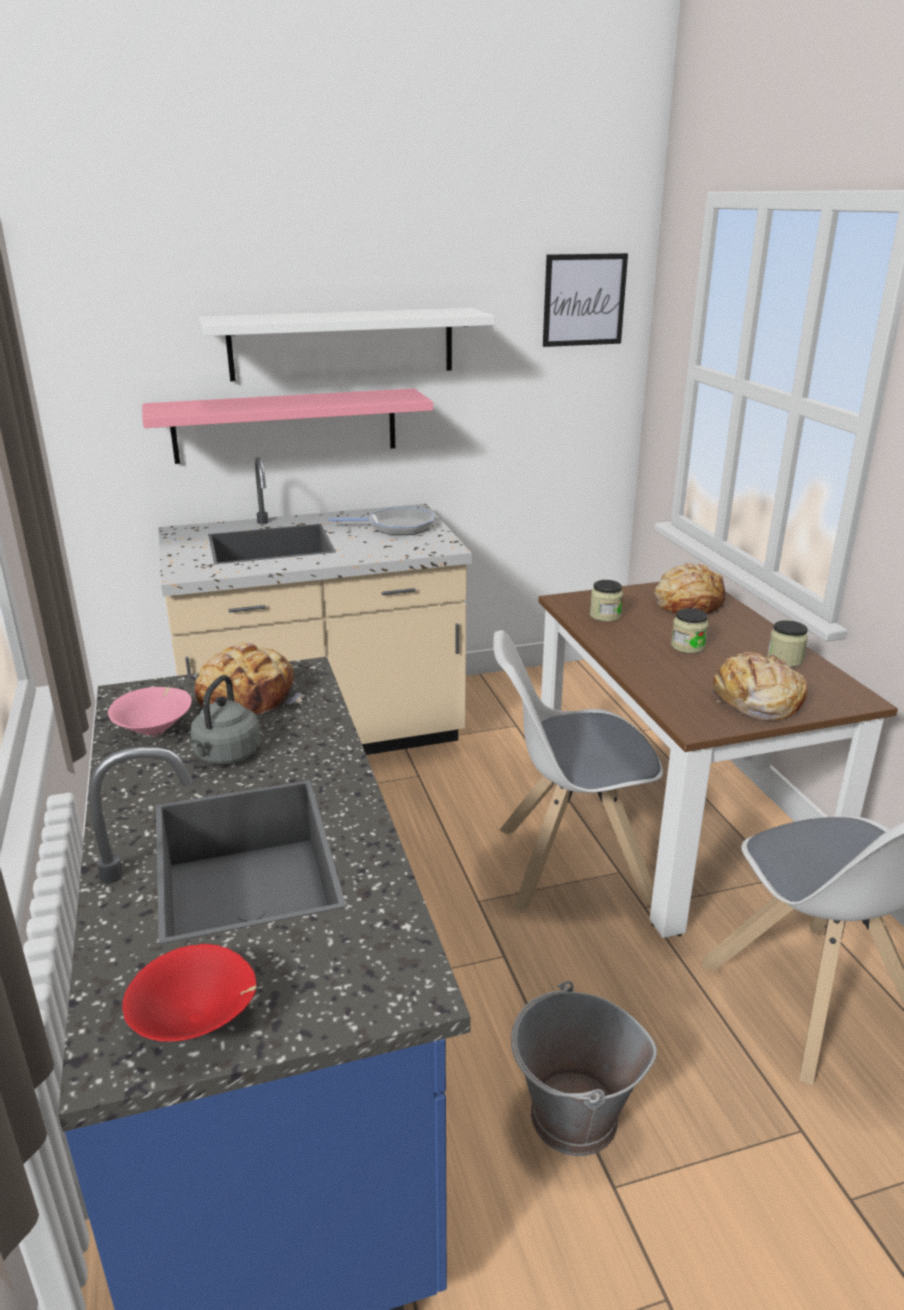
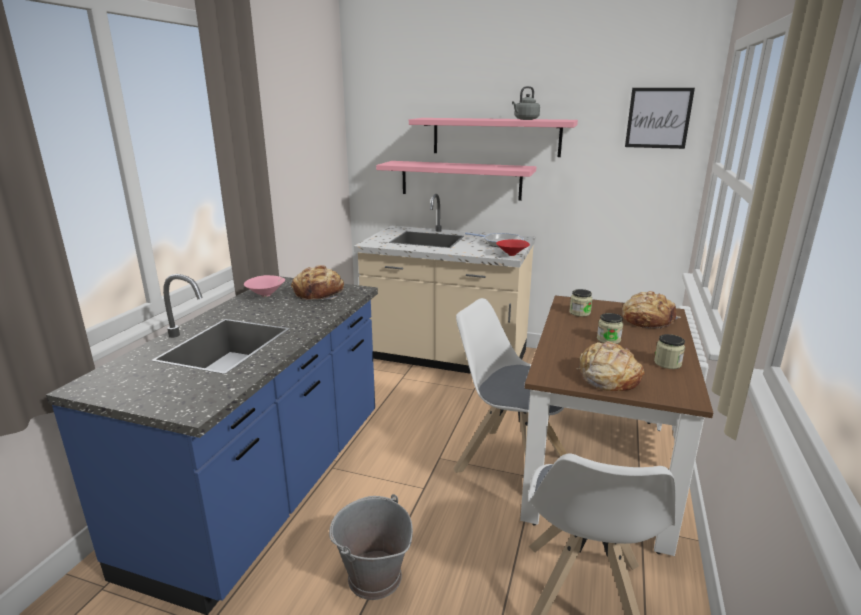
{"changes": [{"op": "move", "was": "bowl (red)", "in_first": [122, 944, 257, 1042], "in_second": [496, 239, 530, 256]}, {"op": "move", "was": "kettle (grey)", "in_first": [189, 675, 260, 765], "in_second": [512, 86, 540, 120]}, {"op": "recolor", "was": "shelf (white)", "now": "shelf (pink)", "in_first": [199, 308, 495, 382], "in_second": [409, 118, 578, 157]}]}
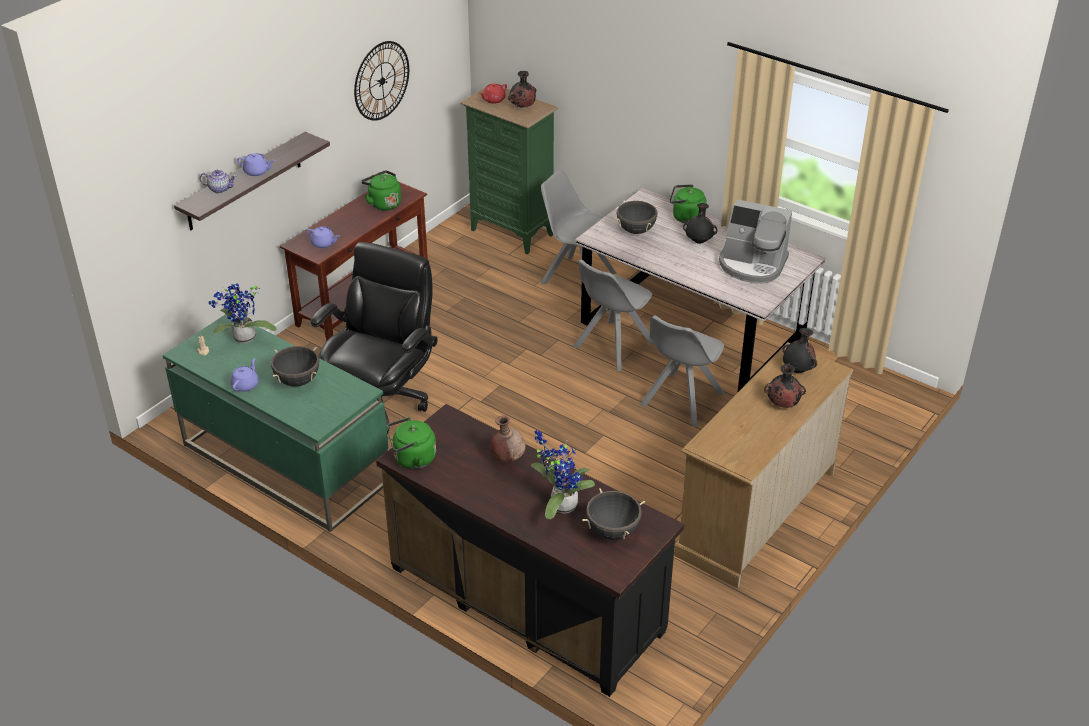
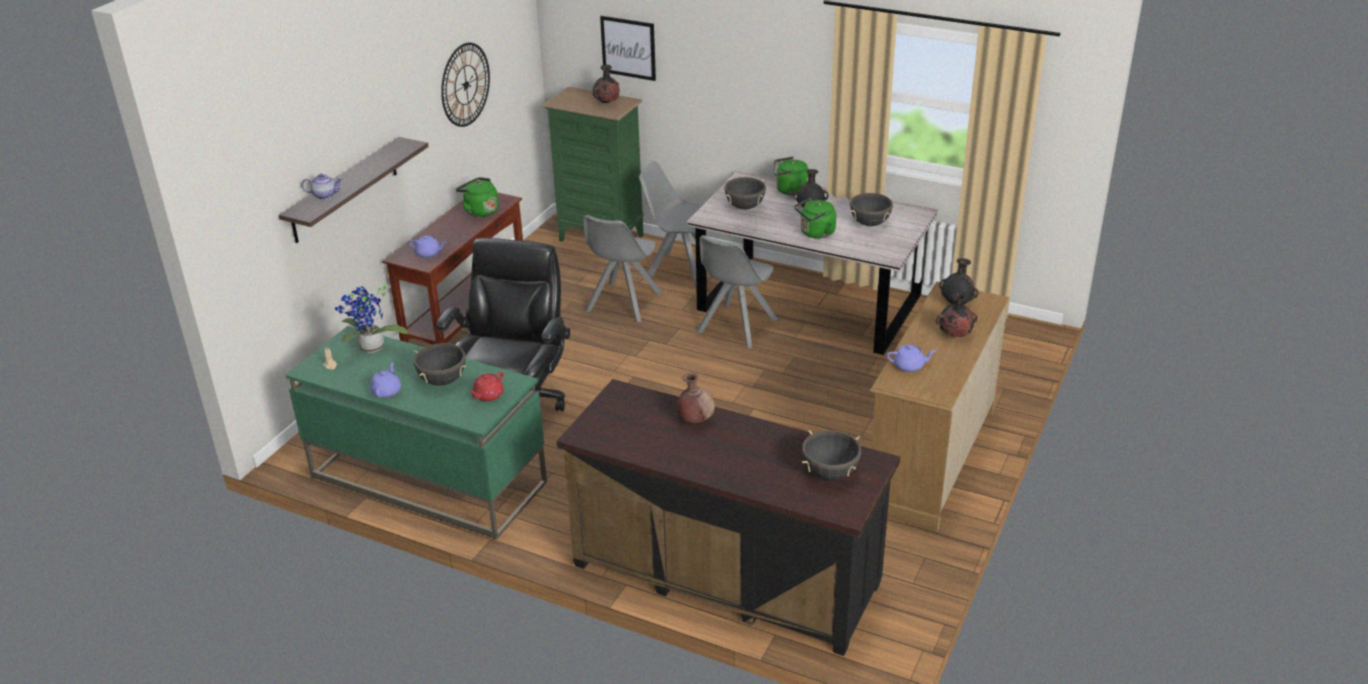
{"changes": [{"op": "delete", "was": "potted plant", "in_first": [531, 430, 595, 519]}, {"op": "insert", "now": "picture", "in_second": [600, 16, 656, 81]}, {"op": "move", "was": "teapot (purple)", "in_first": [237, 153, 275, 176], "in_second": [887, 344, 936, 372]}, {"op": "move", "was": "kettle (green)", "in_first": [387, 417, 436, 469], "in_second": [794, 198, 836, 239]}, {"op": "move", "was": "teapot (red)", "in_first": [479, 84, 507, 104], "in_second": [469, 372, 504, 401]}, {"op": "move", "was": "chair (grey)", "in_first": [640, 316, 724, 427], "in_second": [583, 215, 662, 323]}, {"op": "replace", "was": "coffee machine", "now": "cooking pot (black)", "in_first": [719, 199, 792, 284], "in_second": [850, 193, 893, 226]}]}
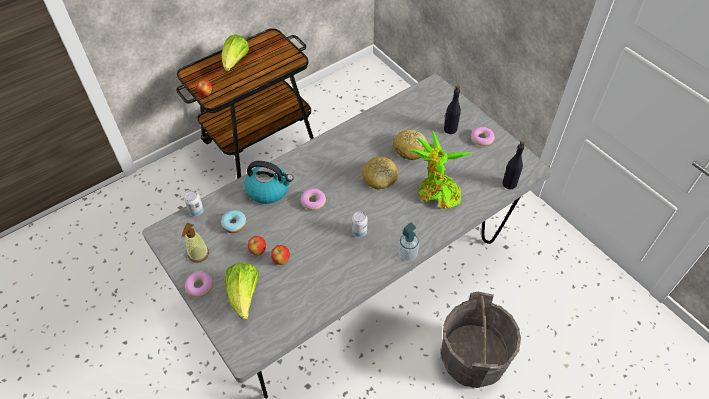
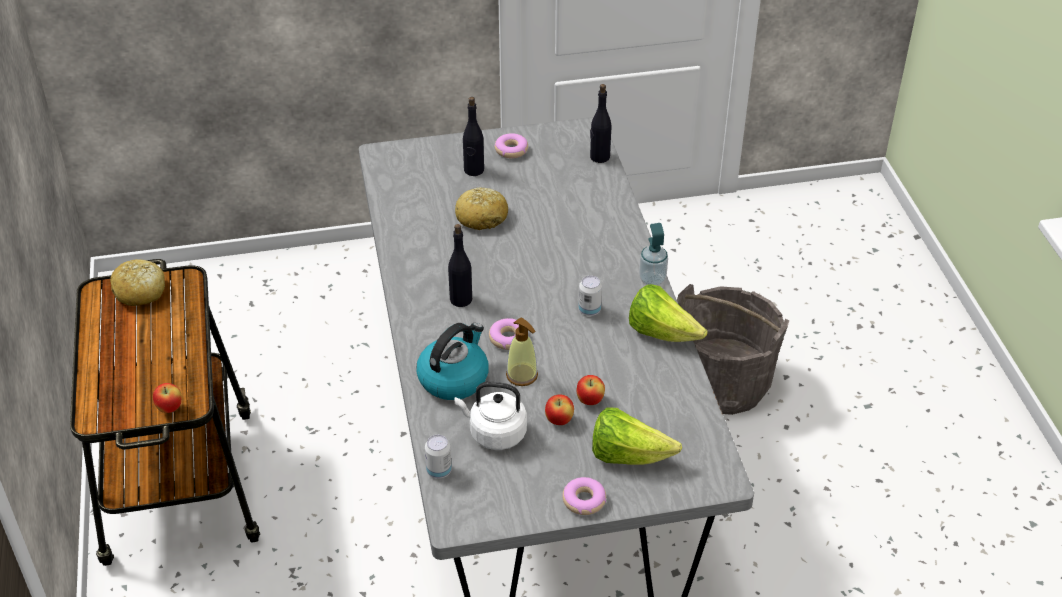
{"changes": [{"op": "delete", "was": "potted plant", "in_first": [408, 131, 473, 209]}, {"op": "insert", "now": "bottle (black)", "in_second": [448, 224, 472, 307]}, {"op": "move", "was": "soap dispenser", "in_first": [182, 223, 209, 263], "in_second": [506, 318, 538, 386]}, {"op": "move", "was": "lettuce", "in_first": [222, 34, 249, 71], "in_second": [629, 284, 708, 342]}, {"op": "move", "was": "bread", "in_first": [362, 156, 399, 189], "in_second": [110, 259, 165, 306]}, {"op": "replace", "was": "donut", "now": "kettle (white)", "in_first": [221, 210, 247, 233], "in_second": [455, 382, 527, 450]}]}
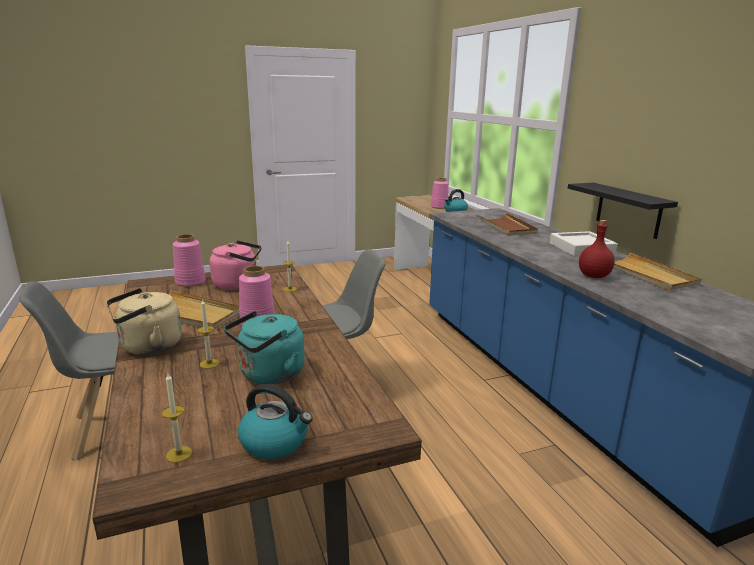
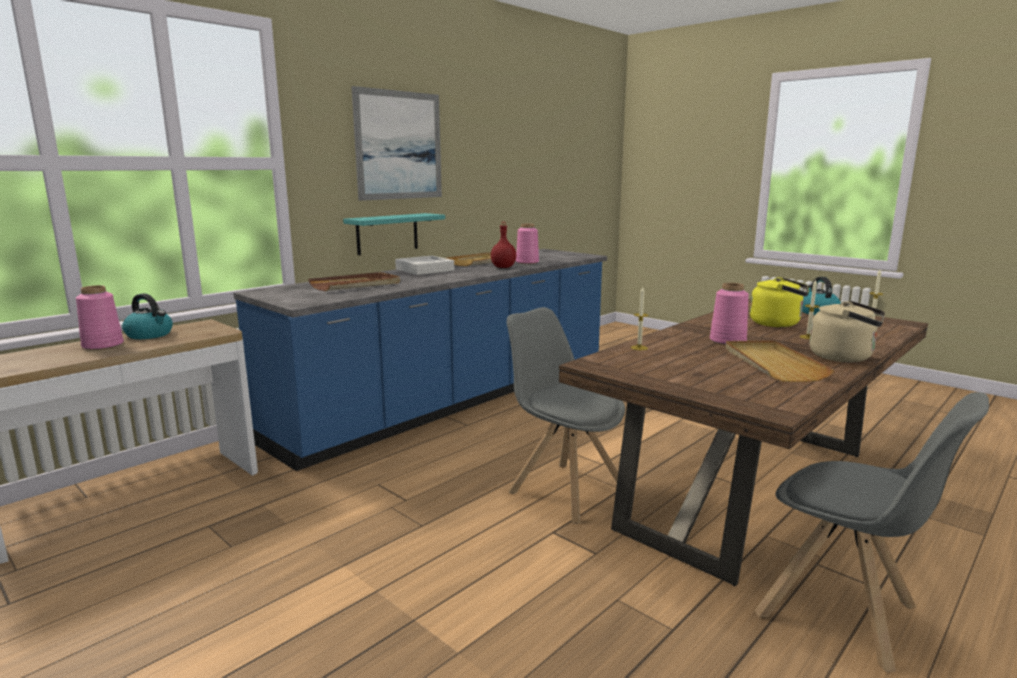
{"changes": [{"op": "delete", "was": "kettle (pink)", "in_first": [210, 240, 262, 290]}, {"op": "insert", "now": "picture", "in_second": [351, 86, 442, 201]}, {"op": "move", "was": "vase (pink)", "in_first": [173, 234, 206, 287], "in_second": [516, 224, 539, 264]}, {"op": "recolor", "was": "kettle (turquoise)", "now": "kettle (yellow)", "in_first": [224, 311, 304, 384], "in_second": [750, 277, 809, 327]}, {"op": "recolor", "was": "shelf (black)", "now": "shelf (turquoise)", "in_first": [568, 183, 678, 239], "in_second": [343, 213, 445, 255]}]}
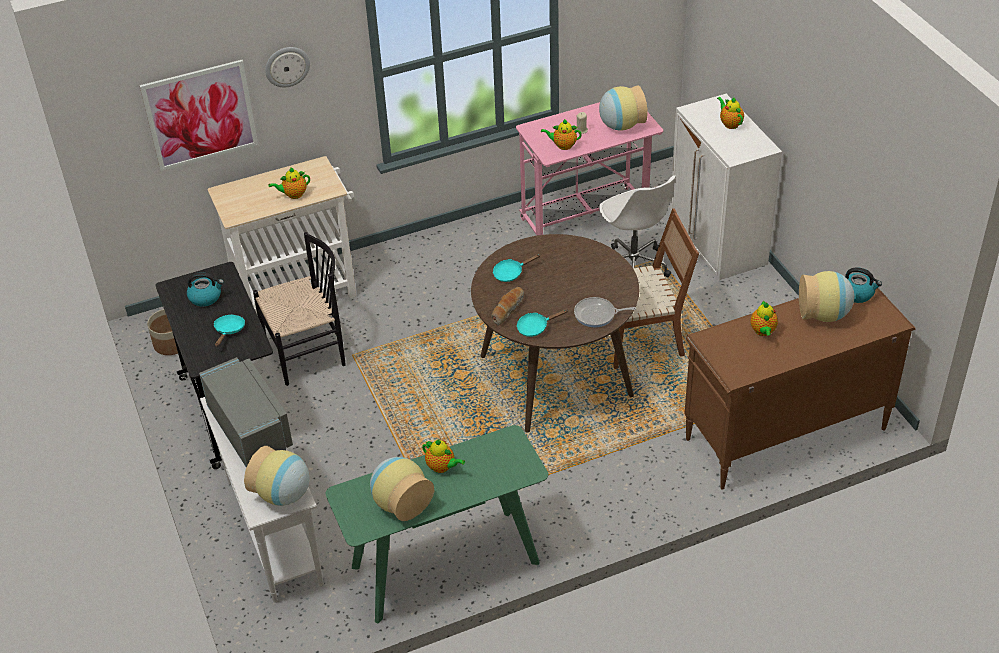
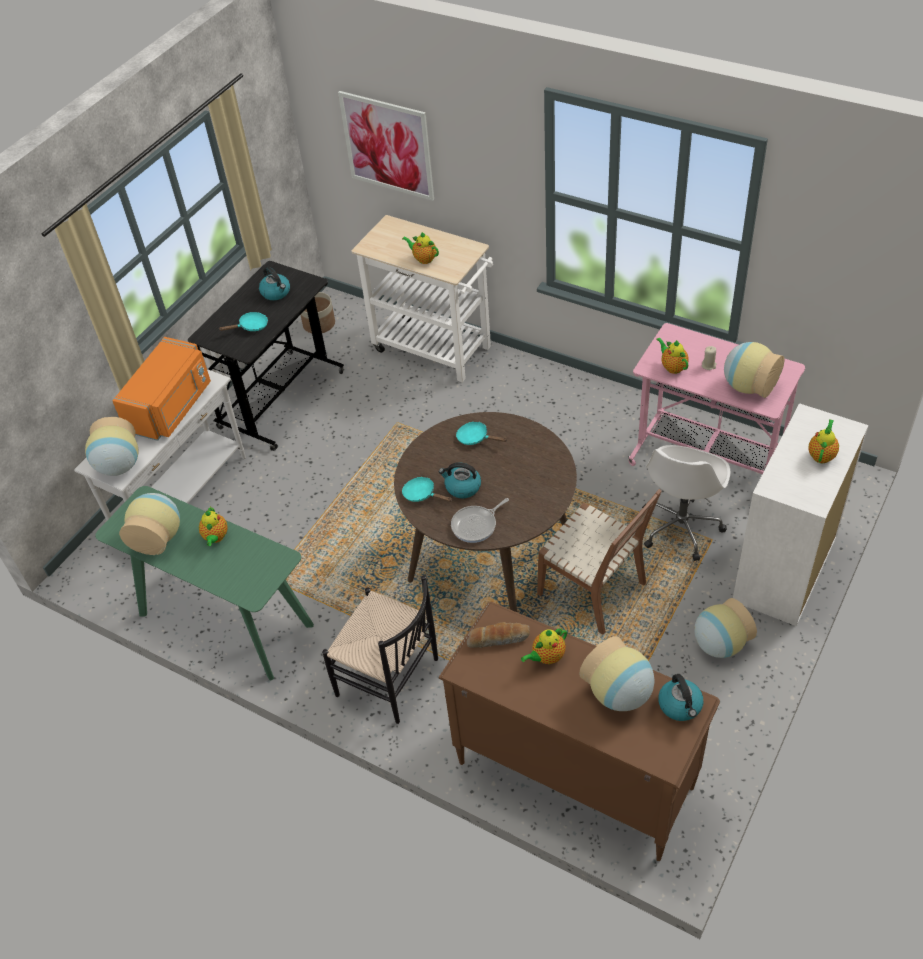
{"changes": [{"op": "delete", "was": "wall clock", "in_first": [265, 47, 310, 87]}, {"op": "insert", "now": "kettle", "in_second": [439, 462, 481, 498]}, {"op": "insert", "now": "vase", "in_second": [694, 598, 757, 658]}, {"op": "move", "was": "chair (black)", "in_first": [253, 232, 346, 386], "in_second": [322, 575, 438, 724]}, {"op": "move", "was": "bread", "in_first": [491, 287, 524, 326], "in_second": [467, 622, 530, 648]}, {"op": "recolor", "was": "microwave (grey)", "now": "microwave (orange)", "in_first": [199, 357, 293, 467], "in_second": [112, 337, 211, 441]}, {"op": "rotate", "was": "frying pan", "in_first": [574, 297, 636, 327], "in_second": [451, 498, 509, 543], "clockwise": -90}]}
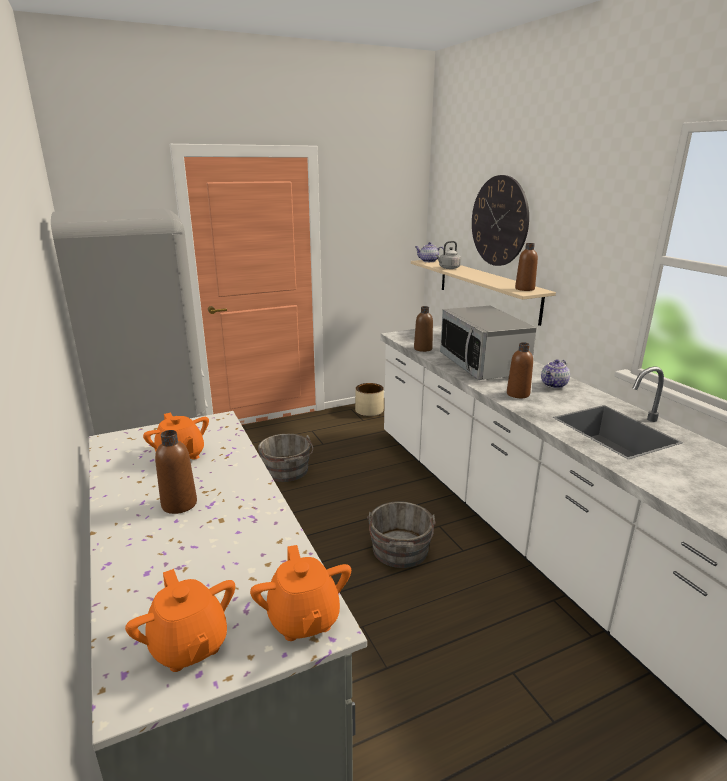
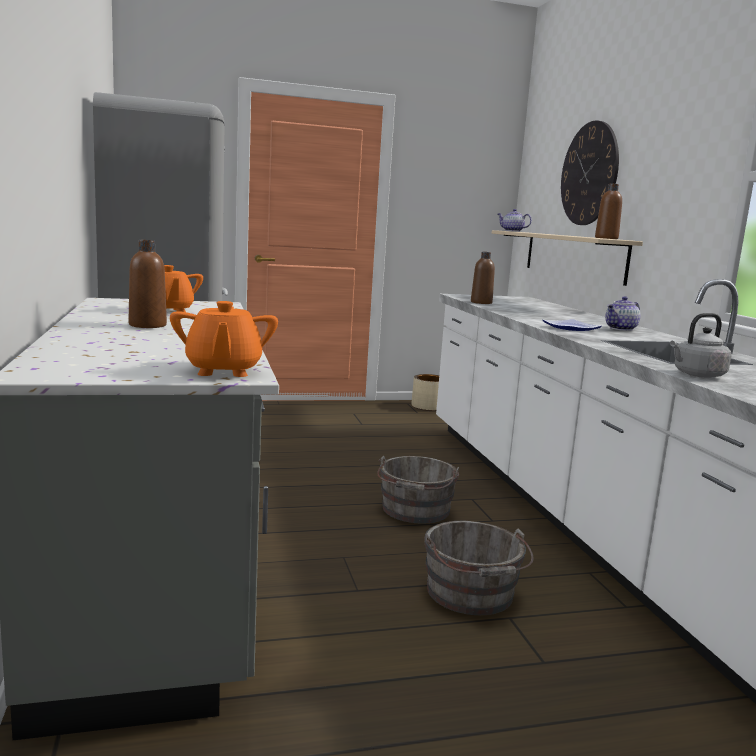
{"changes": [{"op": "delete", "was": "teapot (orange)", "in_first": [125, 569, 235, 672]}, {"op": "delete", "was": "microwave", "in_first": [440, 306, 537, 380]}, {"op": "move", "was": "bucket (grey)", "in_first": [258, 434, 313, 482], "in_second": [425, 521, 533, 615]}, {"op": "move", "was": "kettle (grey)", "in_first": [436, 241, 461, 269], "in_second": [670, 313, 732, 378]}, {"op": "replace", "was": "bottle (brown)", "now": "plate", "in_first": [507, 342, 533, 398], "in_second": [543, 319, 602, 331]}]}
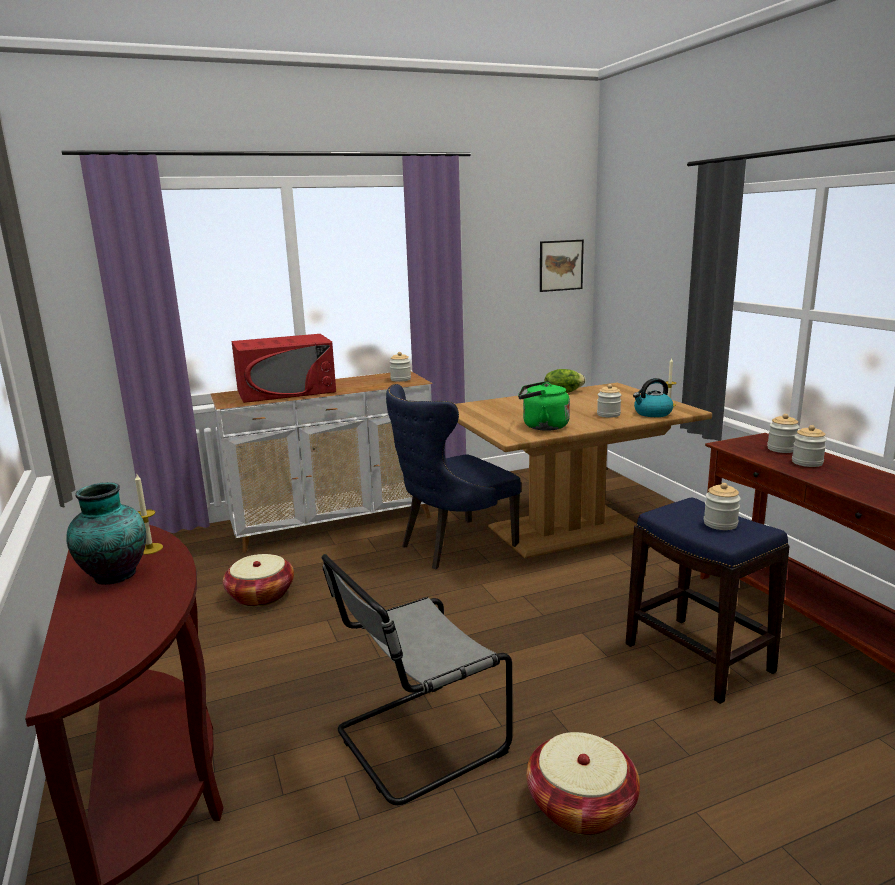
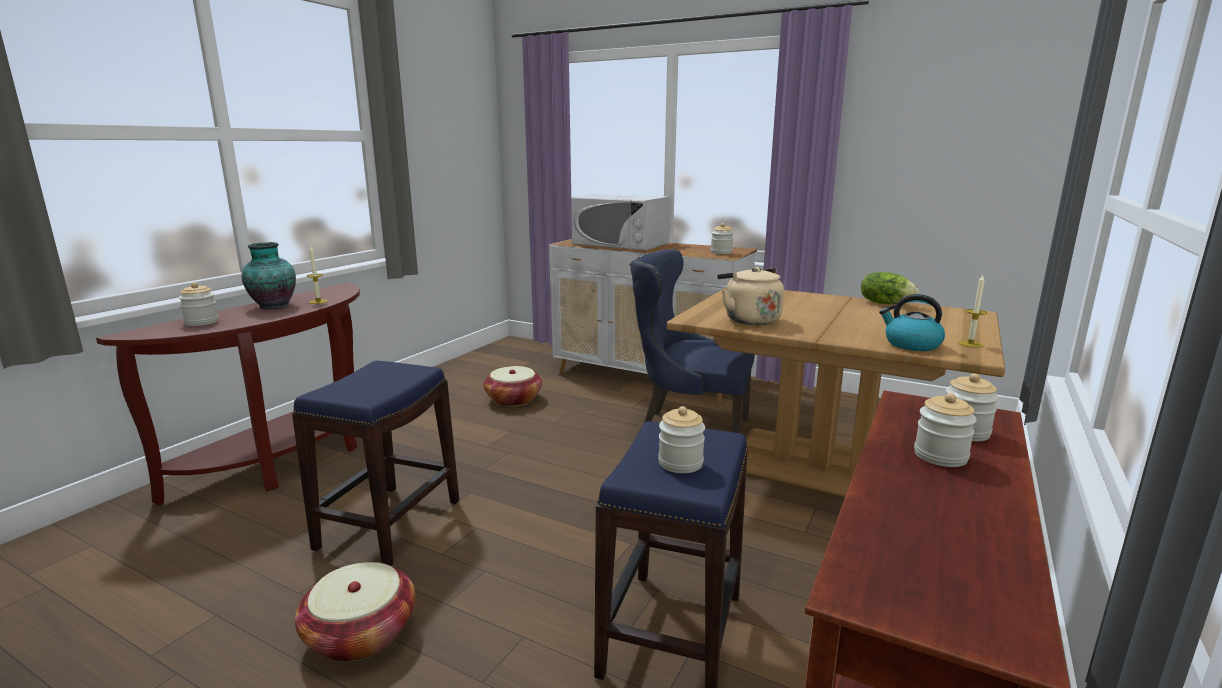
{"changes": [{"op": "delete", "was": "picture", "in_first": [540, 240, 584, 292]}, {"op": "move", "was": "jar", "in_first": [597, 384, 621, 418], "in_second": [179, 282, 219, 326]}, {"op": "replace", "was": "chair (grey)", "now": "stool", "in_first": [322, 554, 513, 805], "in_second": [292, 361, 459, 566]}, {"op": "recolor", "was": "microwave (red)", "now": "microwave (white)", "in_first": [232, 334, 336, 403], "in_second": [571, 194, 670, 250]}, {"op": "recolor", "was": "kettle (green)", "now": "kettle (beige)", "in_first": [518, 381, 570, 431], "in_second": [717, 267, 784, 325]}]}
